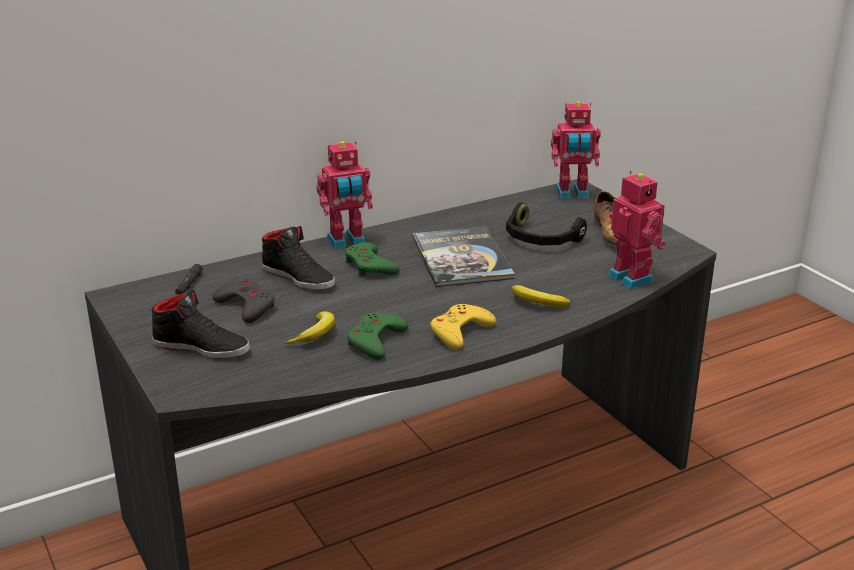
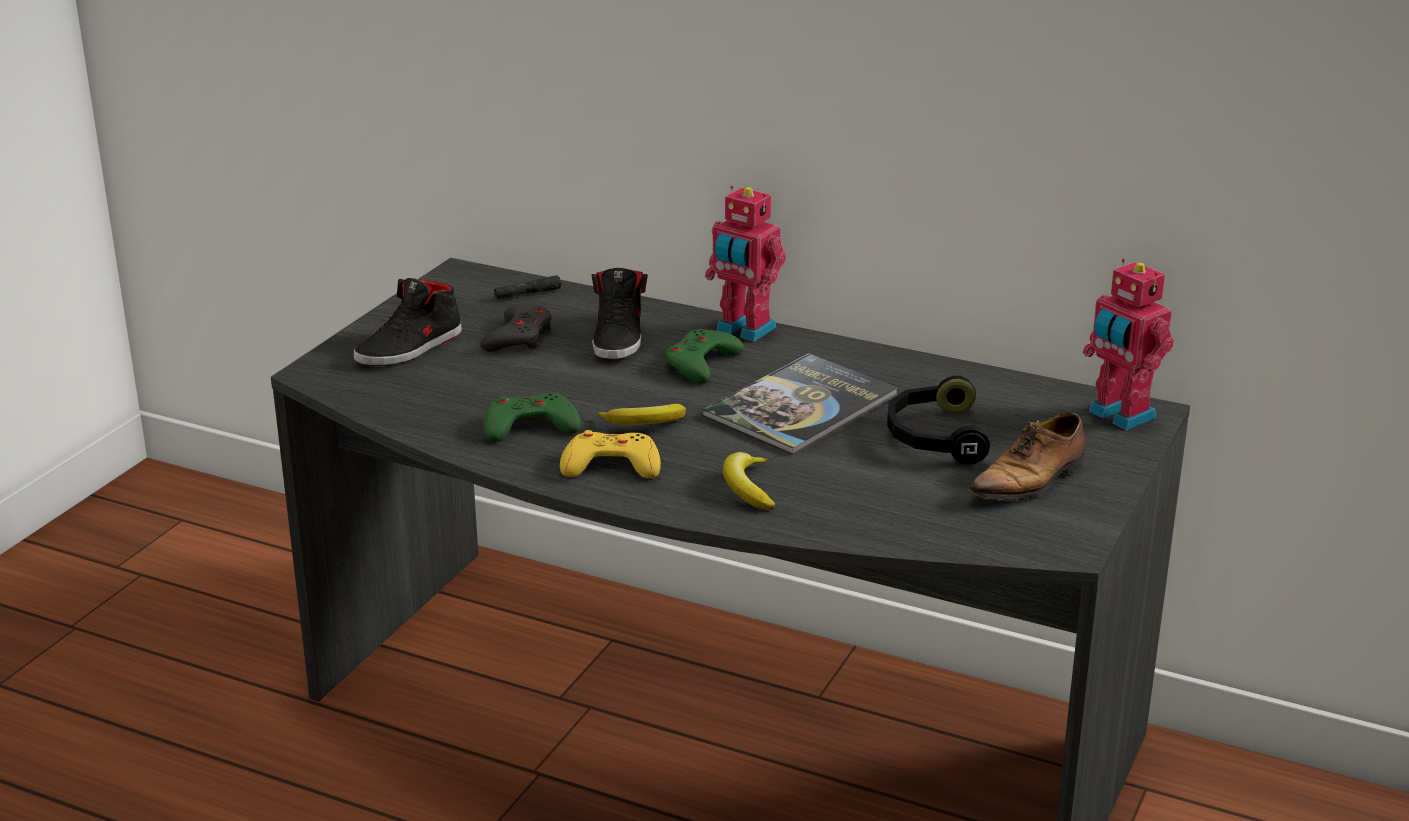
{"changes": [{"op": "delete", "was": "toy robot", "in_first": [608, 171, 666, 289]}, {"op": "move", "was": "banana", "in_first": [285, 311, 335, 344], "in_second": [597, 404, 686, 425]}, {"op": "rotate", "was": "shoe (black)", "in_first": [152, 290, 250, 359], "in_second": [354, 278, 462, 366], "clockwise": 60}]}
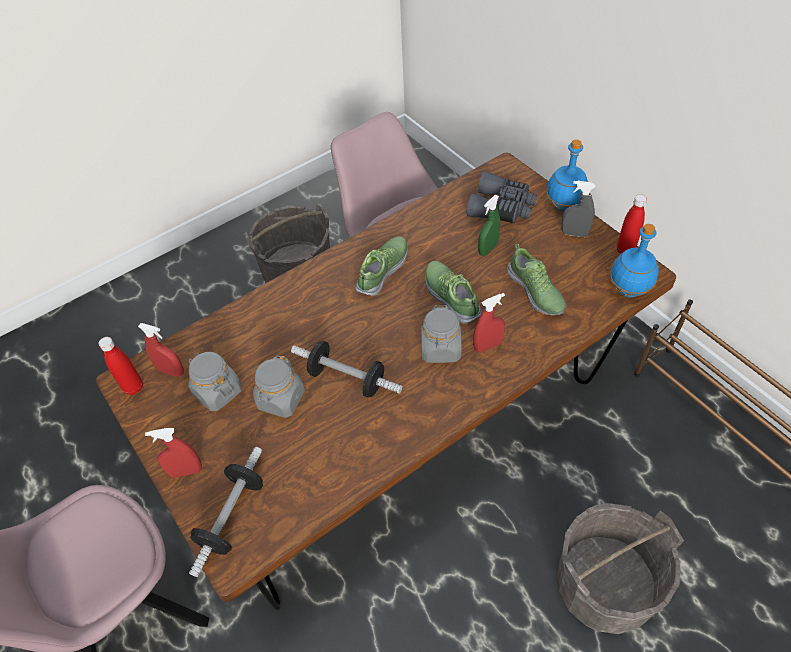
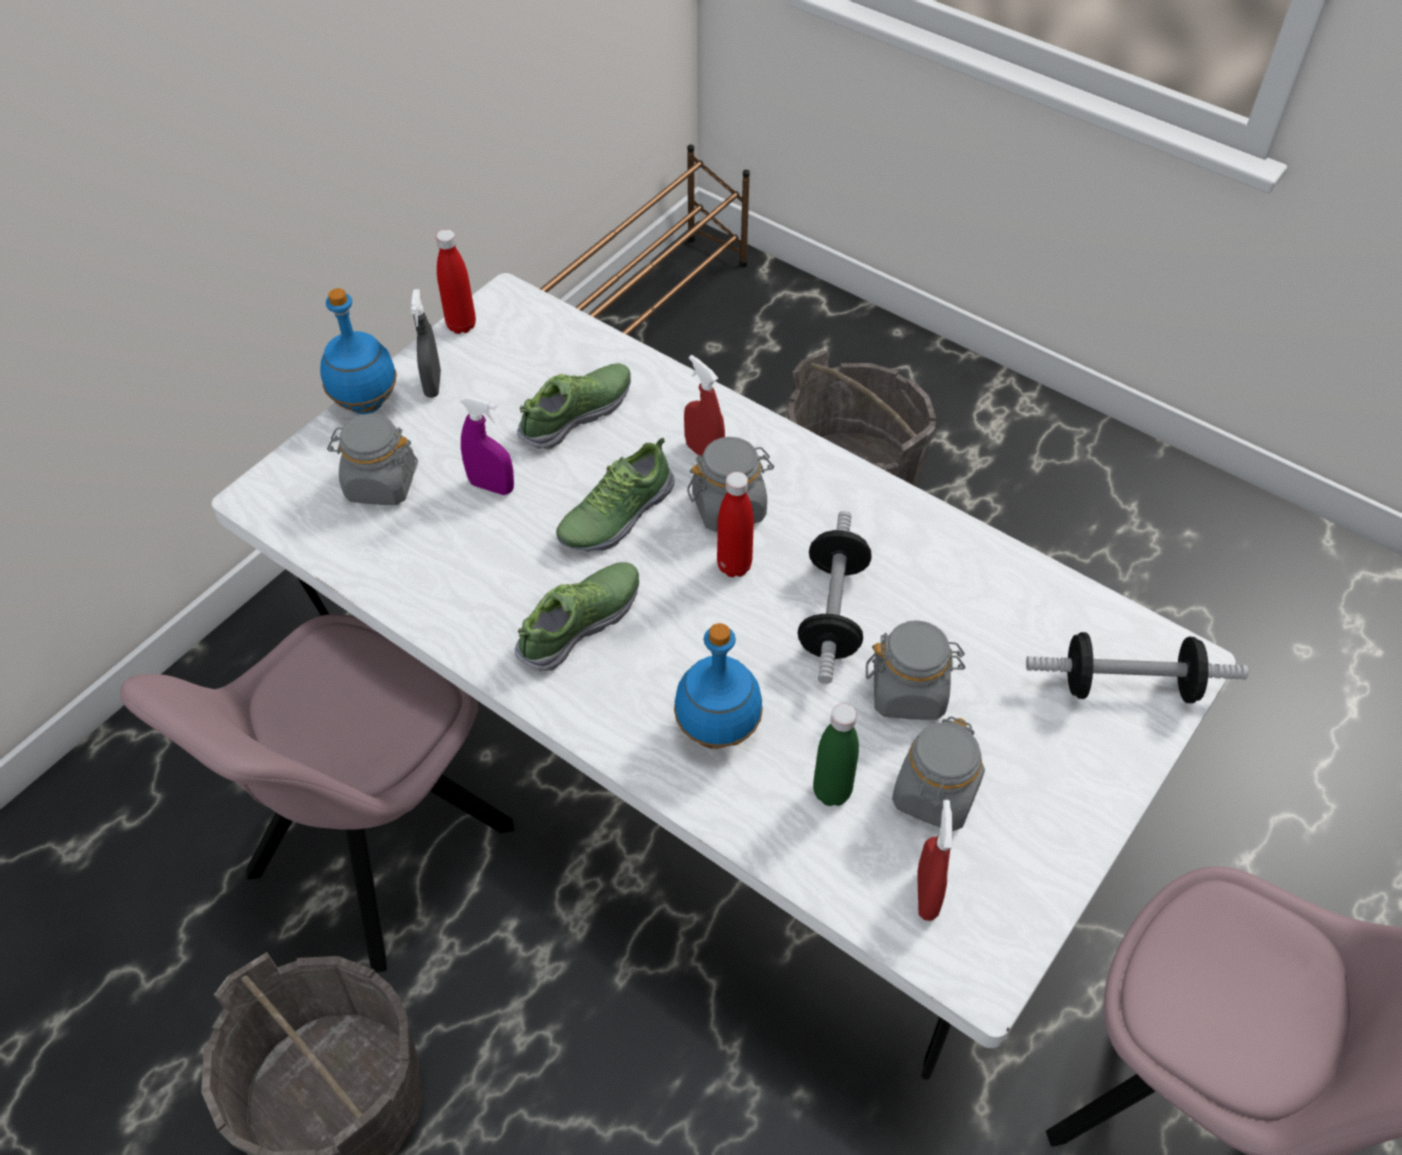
{"changes": [{"op": "delete", "was": "spray bottle (red)", "in_first": [145, 428, 202, 477]}, {"op": "insert", "now": "bottle (green)", "in_second": [813, 704, 859, 806]}, {"op": "move", "was": "bottle (red)", "in_first": [98, 337, 143, 395], "in_second": [717, 472, 754, 577]}, {"op": "move", "was": "bottle (blue)", "in_first": [610, 224, 659, 298], "in_second": [674, 623, 763, 749]}, {"op": "replace", "was": "binoculars (grey)", "now": "jar (grey)", "in_first": [467, 171, 537, 223], "in_second": [327, 414, 418, 505]}, {"op": "recolor", "was": "dining table (brown)", "now": "dining table (white)", "in_first": [96, 153, 676, 610], "in_second": [212, 273, 1236, 1080]}, {"op": "recolor", "was": "spray bottle (green)", "now": "spray bottle (purple)", "in_first": [478, 195, 500, 256], "in_second": [460, 396, 514, 495]}, {"op": "rotate", "was": "shoe", "in_first": [355, 236, 408, 296], "in_second": [515, 562, 639, 671], "clockwise": 120}]}
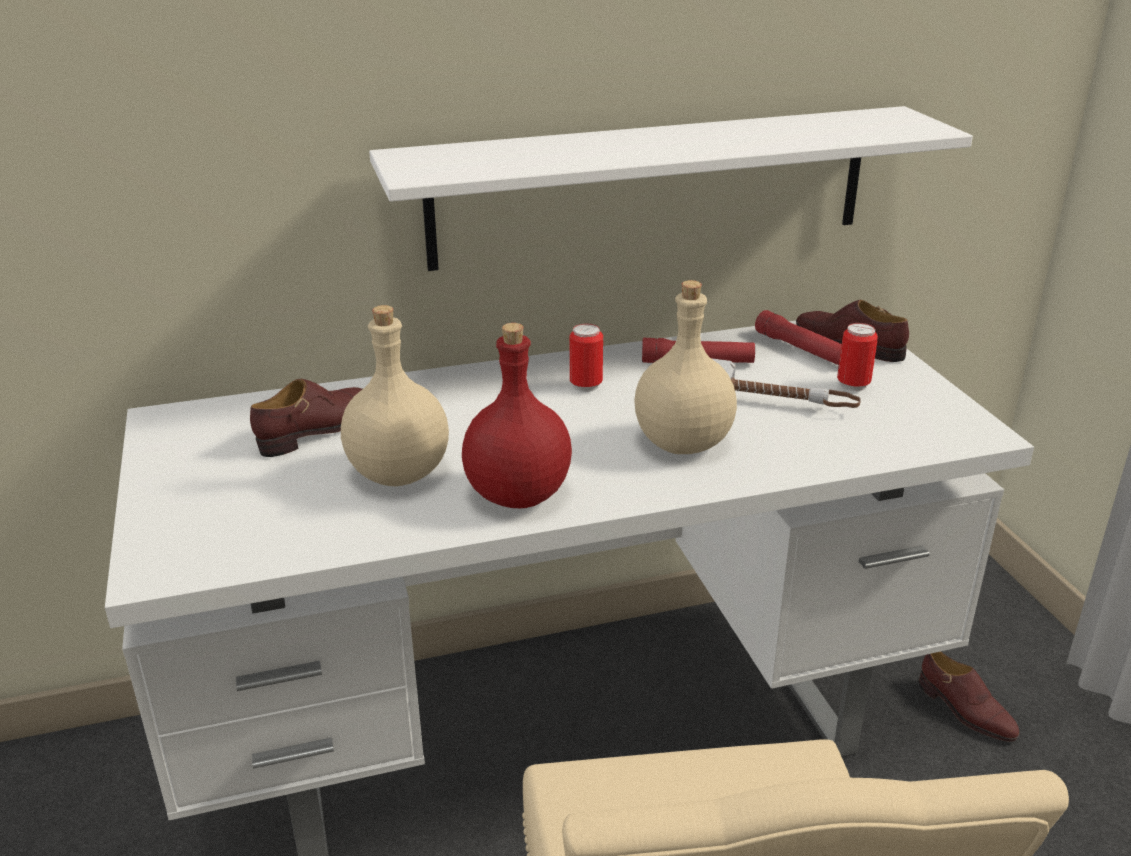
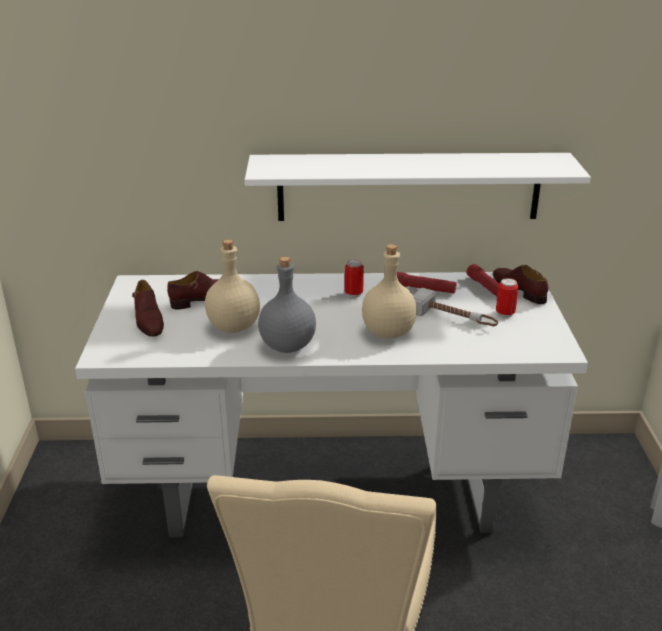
{"changes": [{"op": "move", "was": "shoe (brown)", "in_first": [919, 652, 1020, 742], "in_second": [132, 280, 164, 337]}, {"op": "recolor", "was": "bottle (red)", "now": "bottle (grey)", "in_first": [462, 323, 572, 508], "in_second": [258, 257, 316, 353]}]}
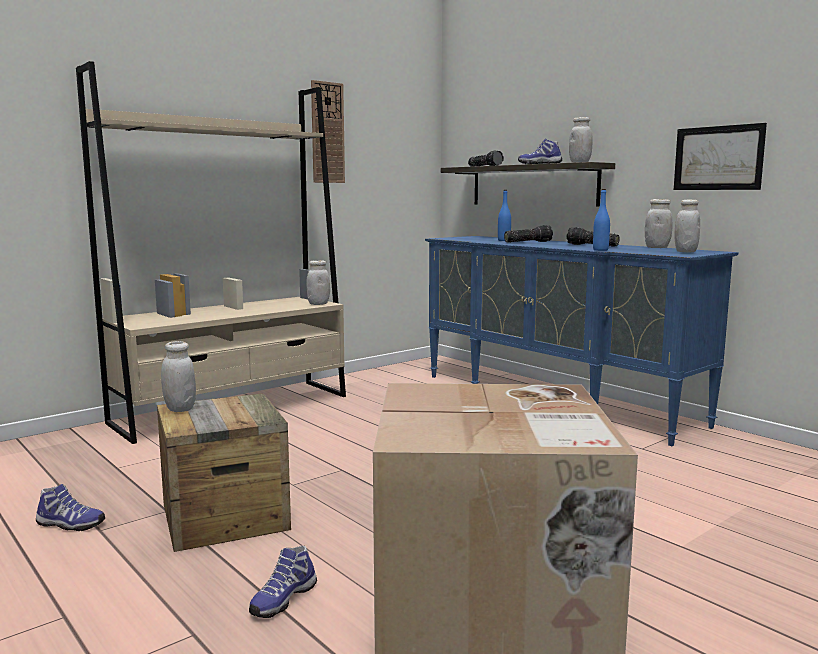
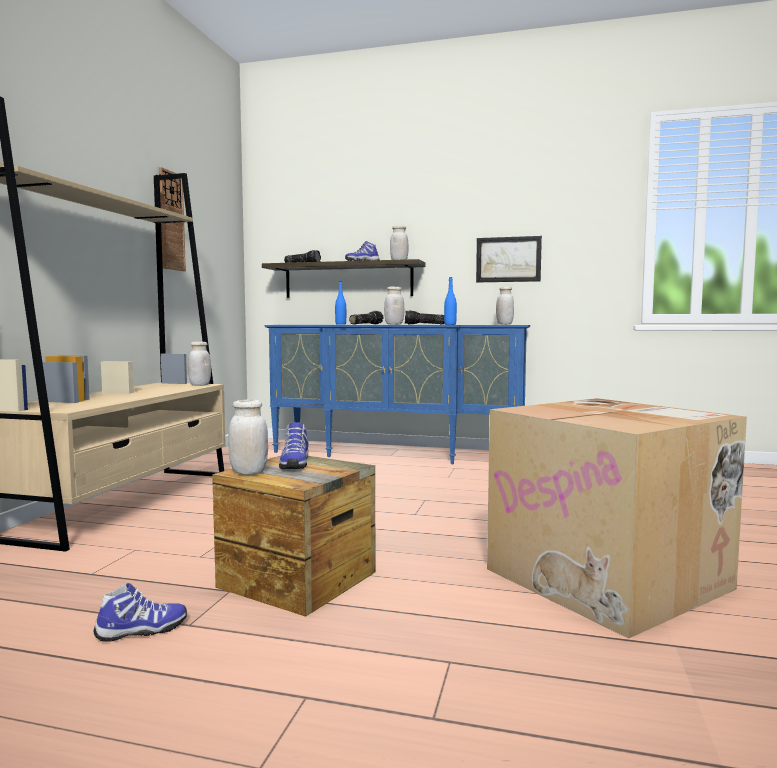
{"changes": [{"op": "move", "was": "shoe", "in_first": [249, 546, 317, 618], "in_second": [279, 422, 309, 469]}, {"op": "move", "was": "jar (white)", "in_first": [645, 199, 672, 248], "in_second": [384, 286, 404, 325]}]}
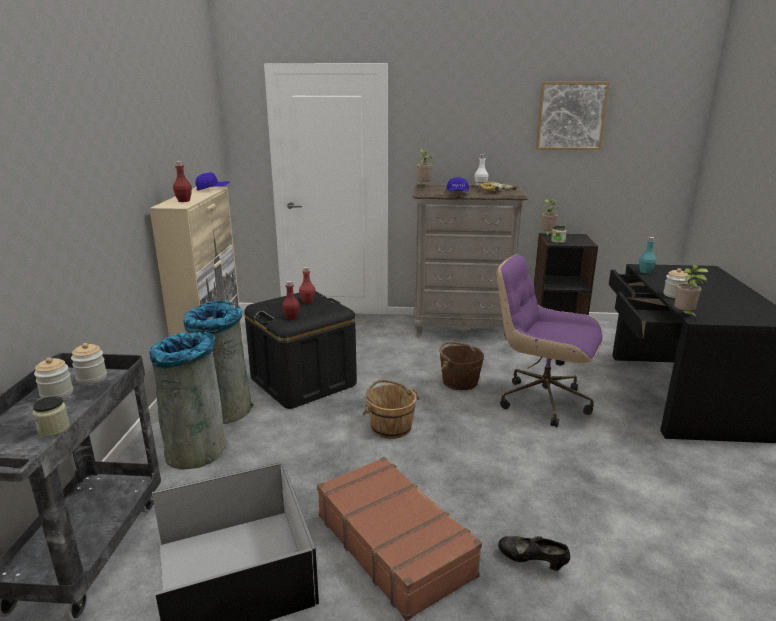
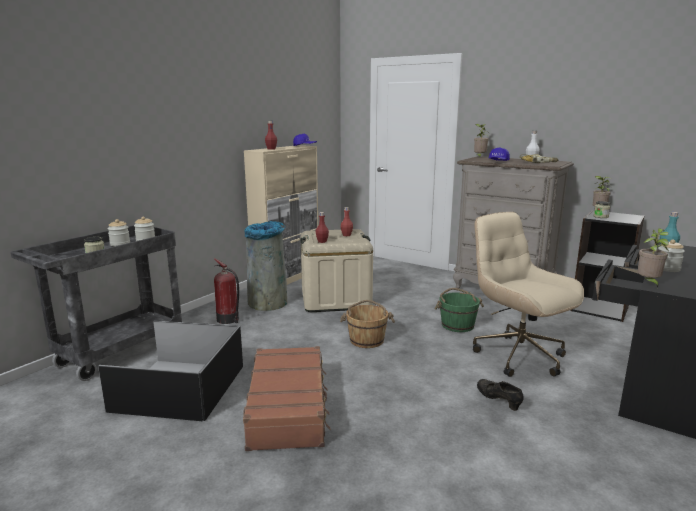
{"changes": [{"op": "delete", "was": "picture", "in_first": [536, 82, 610, 150]}, {"op": "move", "was": "shoe (black)", "in_first": [498, 536, 570, 571], "in_second": [477, 379, 524, 411]}, {"op": "replace", "was": "trash can (grey)", "now": "fire extinguisher", "in_first": [149, 332, 227, 469], "in_second": [214, 258, 239, 324]}, {"op": "recolor", "was": "storage box (black)", "now": "storage box (beige)", "in_first": [244, 291, 357, 409], "in_second": [300, 229, 373, 312]}, {"op": "recolor", "was": "bucket (brown)", "now": "bucket (green)", "in_first": [439, 341, 484, 390], "in_second": [434, 288, 484, 332]}, {"op": "recolor", "was": "office chair (purple)", "now": "office chair (beige)", "in_first": [497, 254, 603, 427], "in_second": [473, 212, 584, 377]}]}
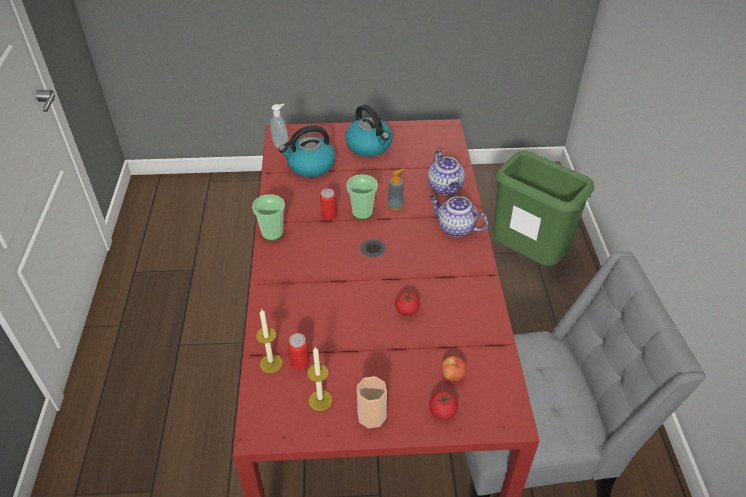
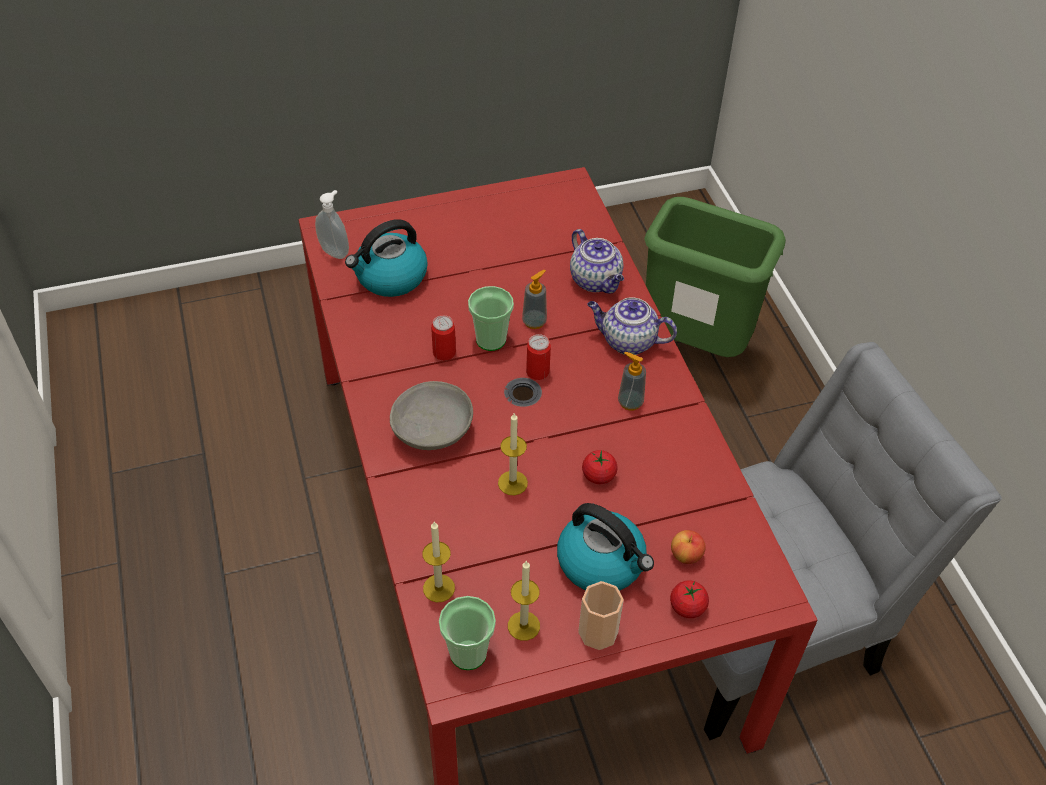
{"changes": [{"op": "insert", "now": "bowl (grey)", "in_second": [390, 381, 473, 450]}, {"op": "insert", "now": "candle", "in_second": [498, 412, 528, 495]}, {"op": "insert", "now": "soap dispenser", "in_second": [618, 352, 646, 411]}, {"op": "move", "was": "cup", "in_first": [252, 194, 285, 241], "in_second": [439, 596, 496, 670]}, {"op": "move", "was": "can", "in_first": [288, 333, 310, 370], "in_second": [526, 334, 551, 380]}, {"op": "move", "was": "kettle", "in_first": [345, 105, 392, 157], "in_second": [557, 503, 654, 591]}]}
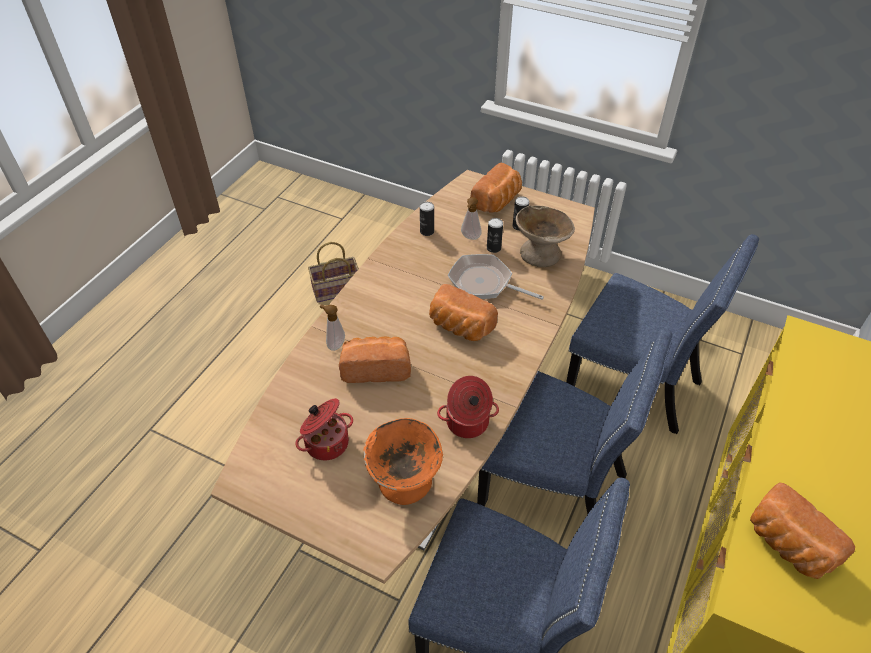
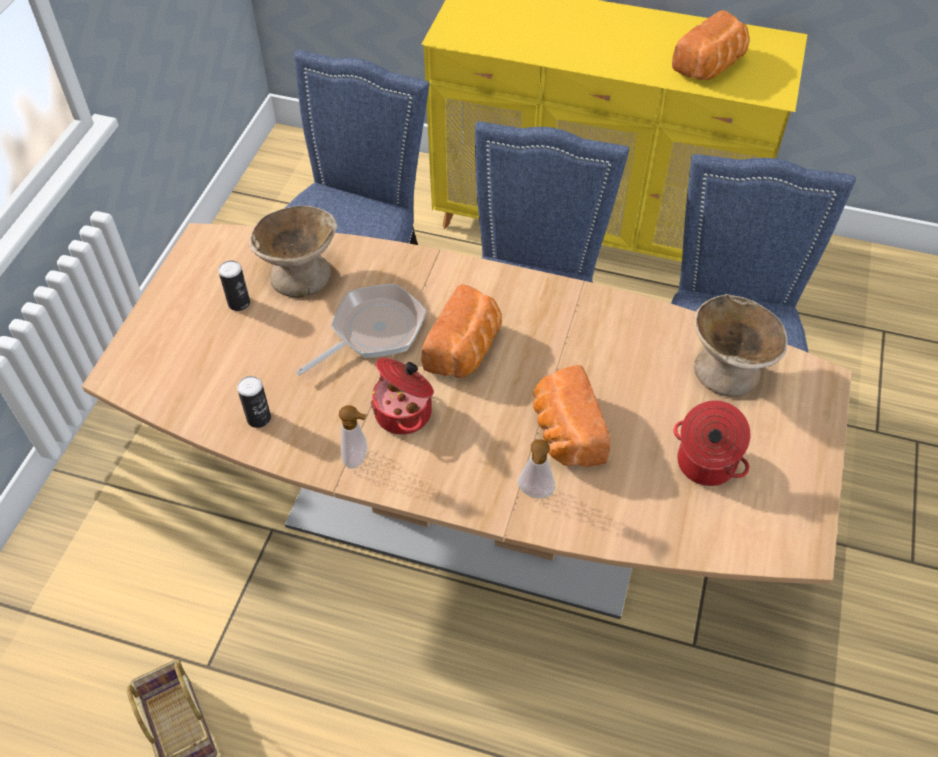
{"changes": [{"op": "delete", "was": "bread", "in_first": [470, 163, 522, 213]}, {"op": "delete", "was": "can", "in_first": [487, 218, 503, 253]}, {"op": "move", "was": "cooking pot", "in_first": [437, 376, 499, 438], "in_second": [371, 358, 434, 435]}, {"op": "move", "was": "soap dispenser", "in_first": [461, 197, 482, 240], "in_second": [339, 405, 367, 469]}, {"op": "recolor", "was": "bowl (orange)", "now": "bowl (beige)", "in_first": [364, 418, 443, 505], "in_second": [694, 294, 788, 397]}, {"op": "rotate", "was": "frying pan", "in_first": [448, 254, 544, 300], "in_second": [296, 284, 426, 376], "clockwise": -150}]}
